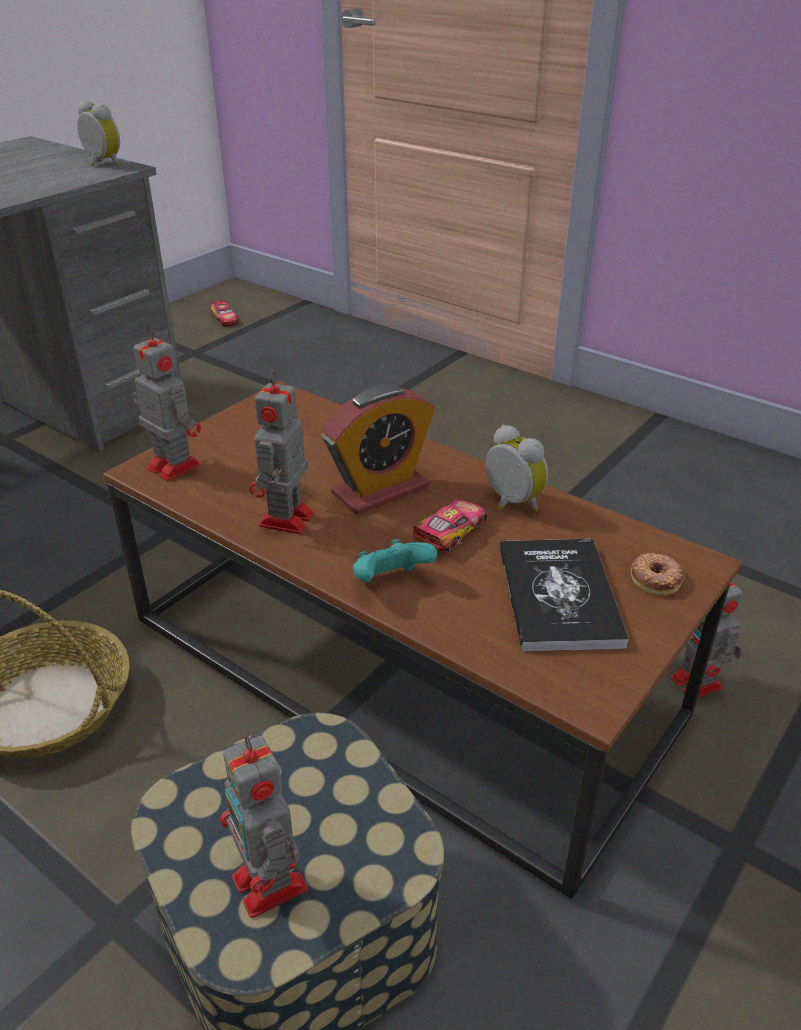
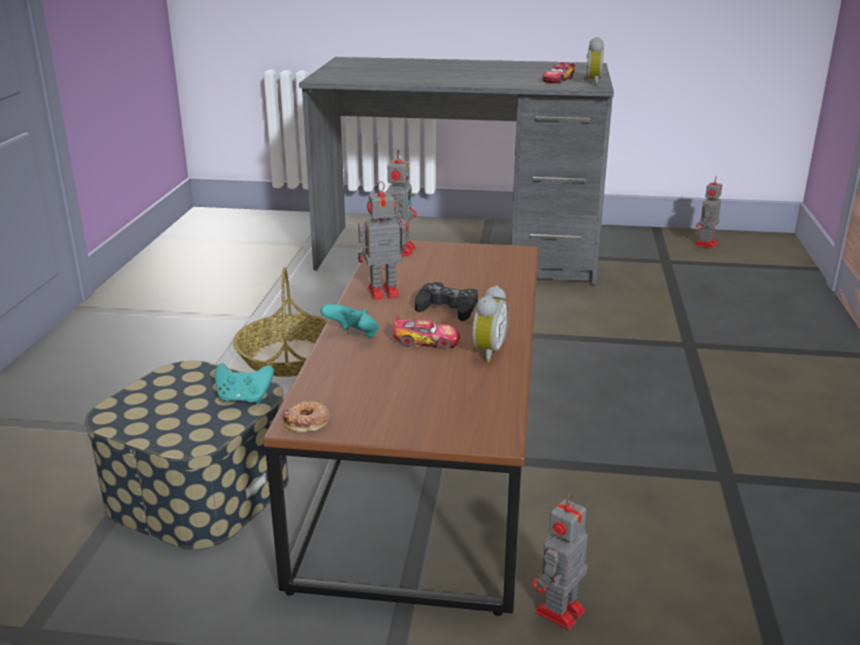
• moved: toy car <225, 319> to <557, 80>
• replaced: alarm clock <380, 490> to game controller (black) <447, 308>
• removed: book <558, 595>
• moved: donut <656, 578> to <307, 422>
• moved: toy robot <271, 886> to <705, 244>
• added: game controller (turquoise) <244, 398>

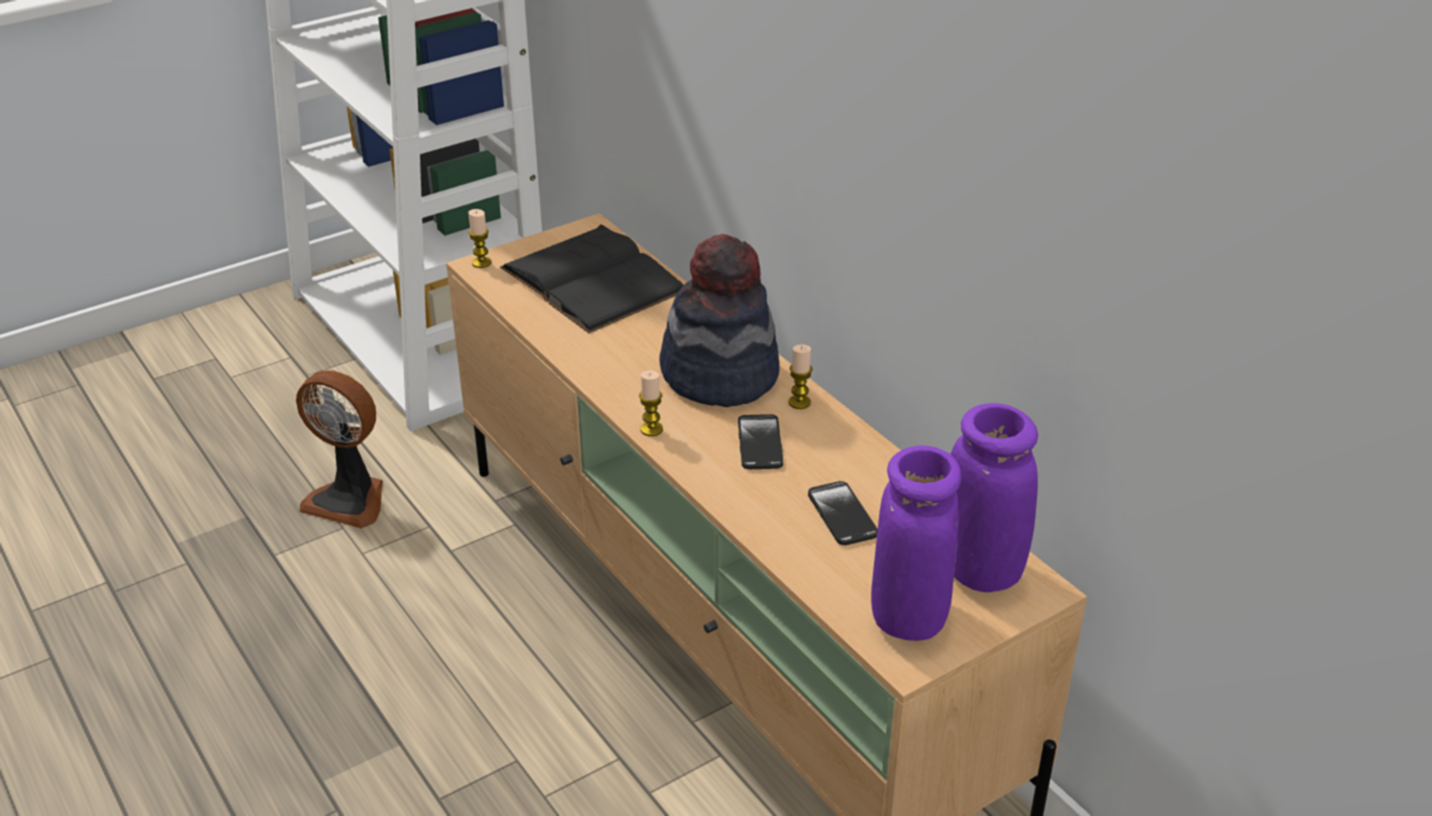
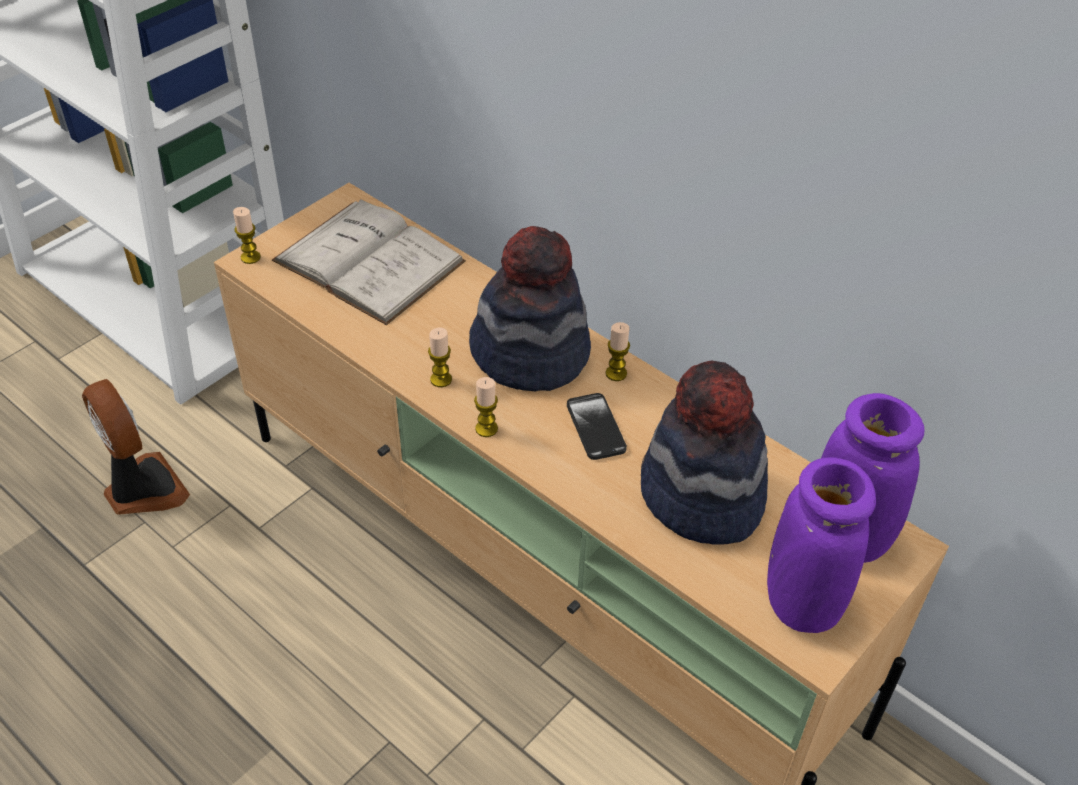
• recoloured: book (black) <592, 279> to book (white) <369, 261>
• turned: fan <350, 499> = <142, 489> 135 degrees counterclockwise
• replaced: phone <842, 515> to hat <700, 496>
• added: candle <441, 379>

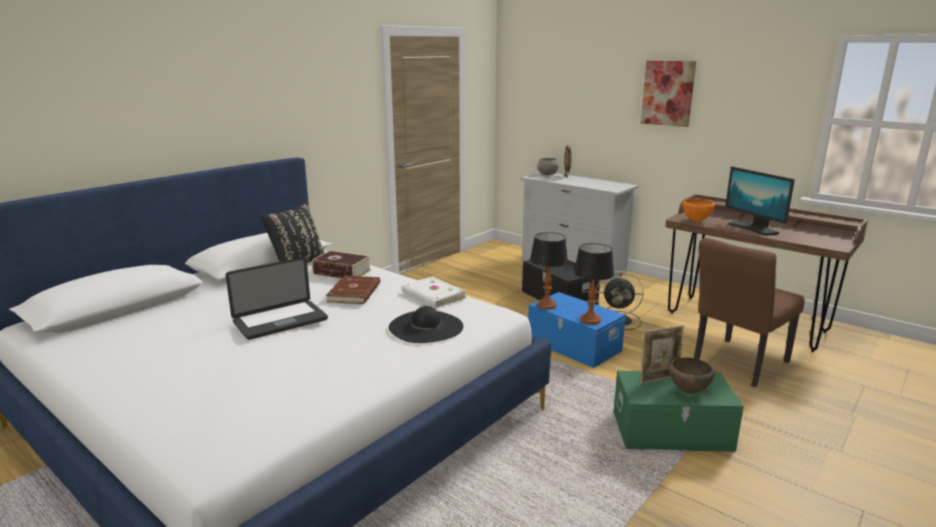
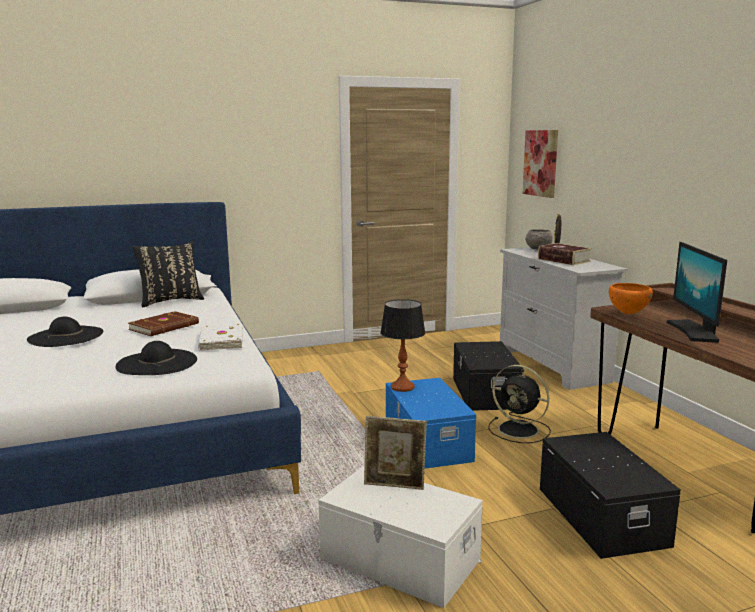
• moved: picture <668, 93> to <541, 163>
• replaced: chair (brown) <736, 364> to storage box (black) <602, 515>
• removed: table lamp <590, 320>
• moved: book <342, 272> to <564, 260>
• replaced: laptop <280, 321> to hat (black) <66, 336>
• removed: bowl (brown) <688, 391>
• recoloured: storage box (green) <672, 432> to storage box (white) <399, 560>

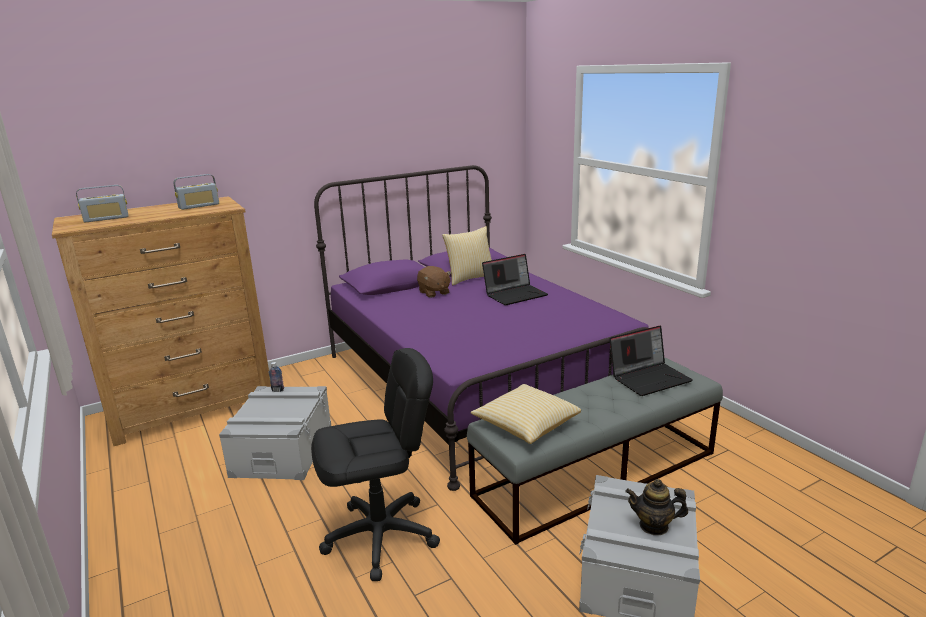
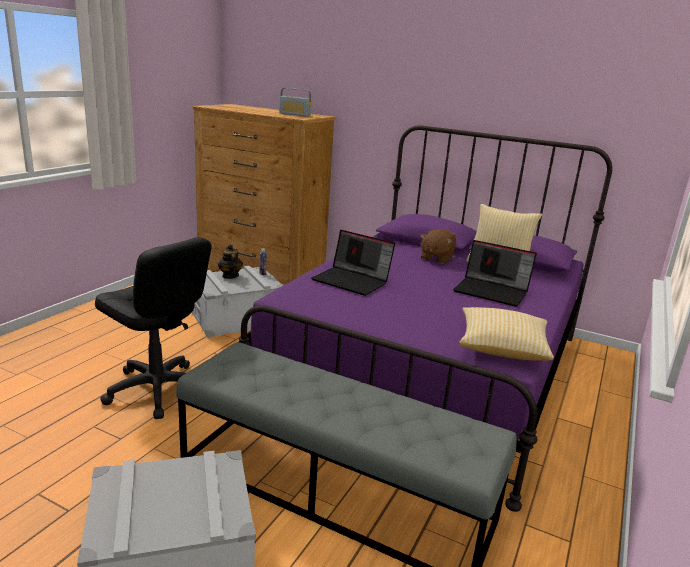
• removed: radio <106, 218>
• moved: laptop <649, 378> to <352, 281>
• moved: pillow <526, 425> to <502, 347>
• moved: teapot <654, 526> to <230, 276>

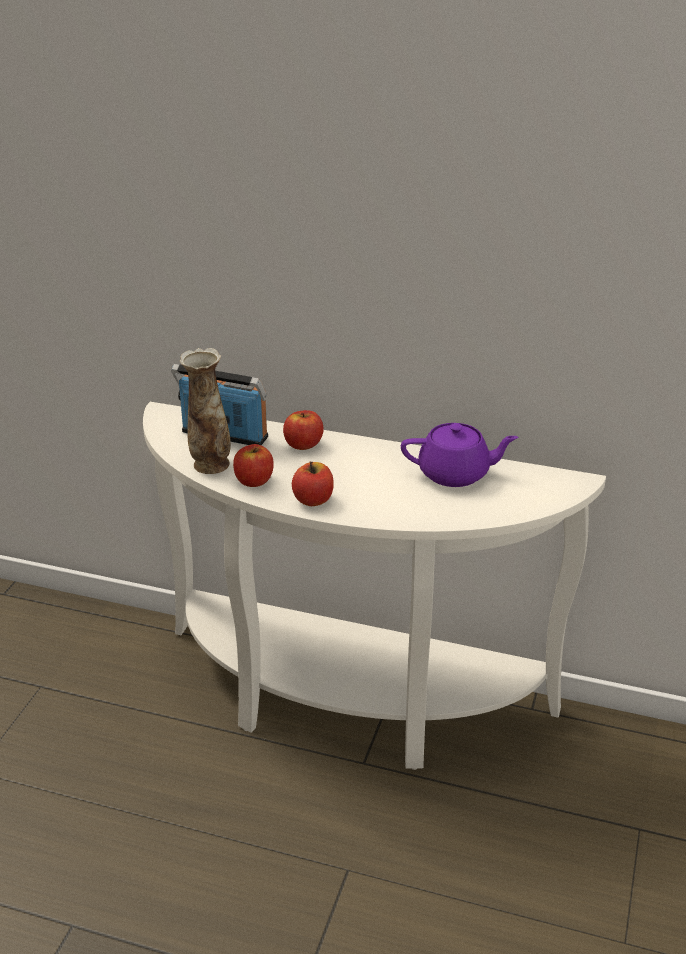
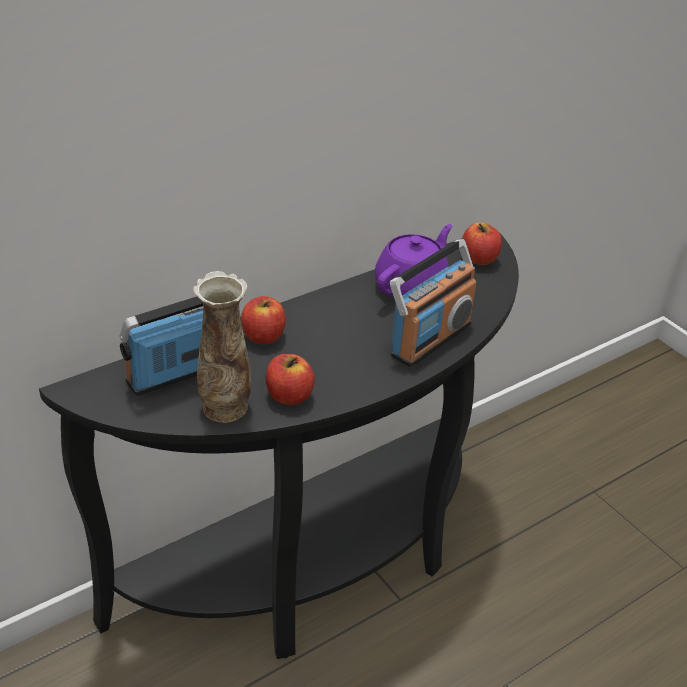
• recoloured: console table (white) <346, 702> to console table (black) <321, 566>
• moved: apple <313, 500> to <479, 259>
• added: radio <429, 339>

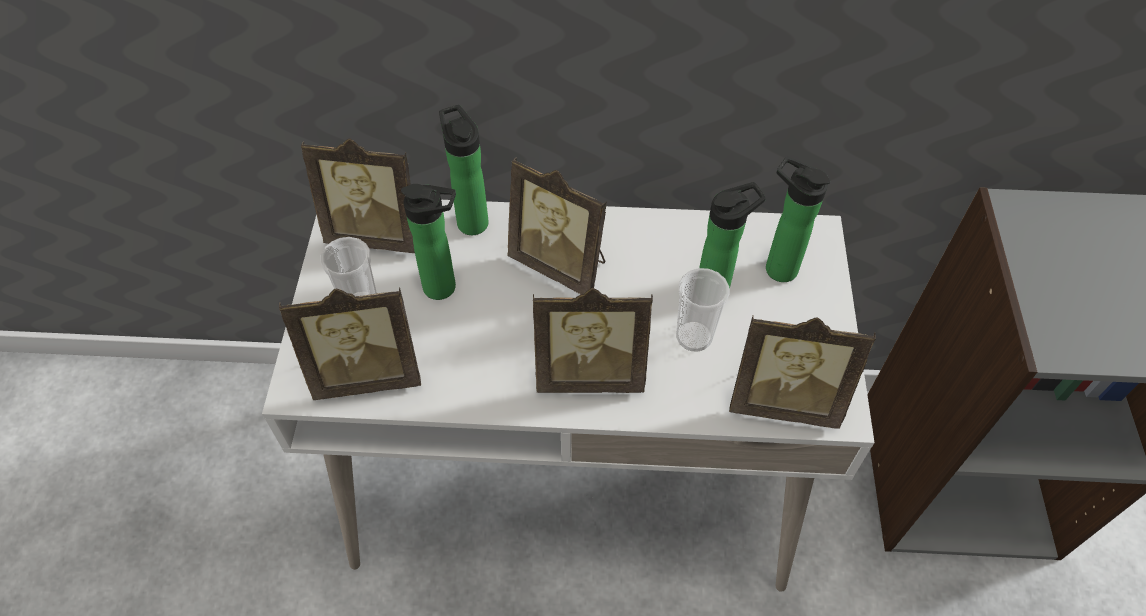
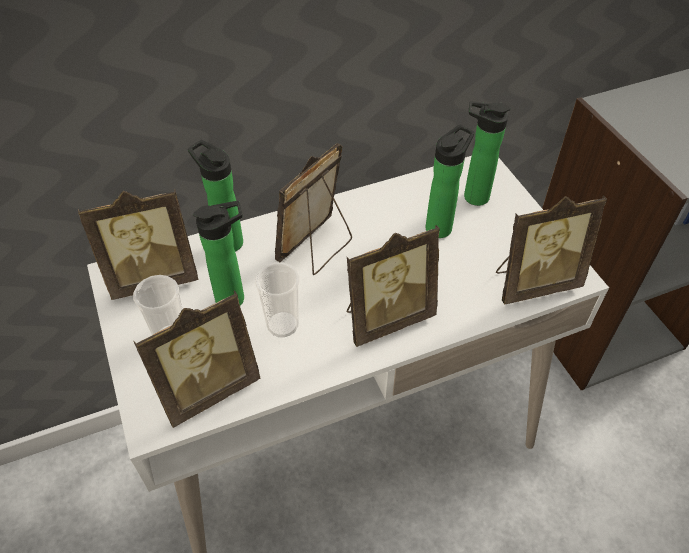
• turned: picture frame <561, 264> = <317, 248> 120 degrees clockwise
• moved: cup <694, 337> to <282, 325>

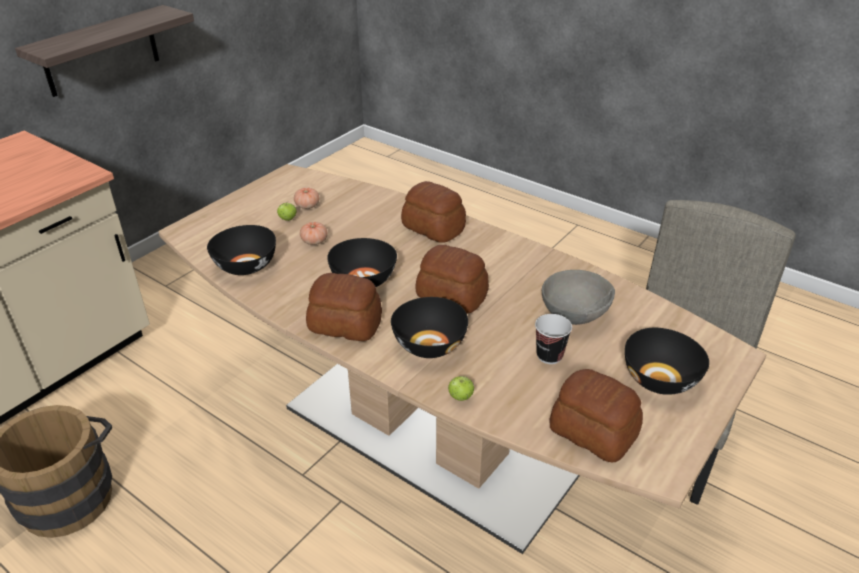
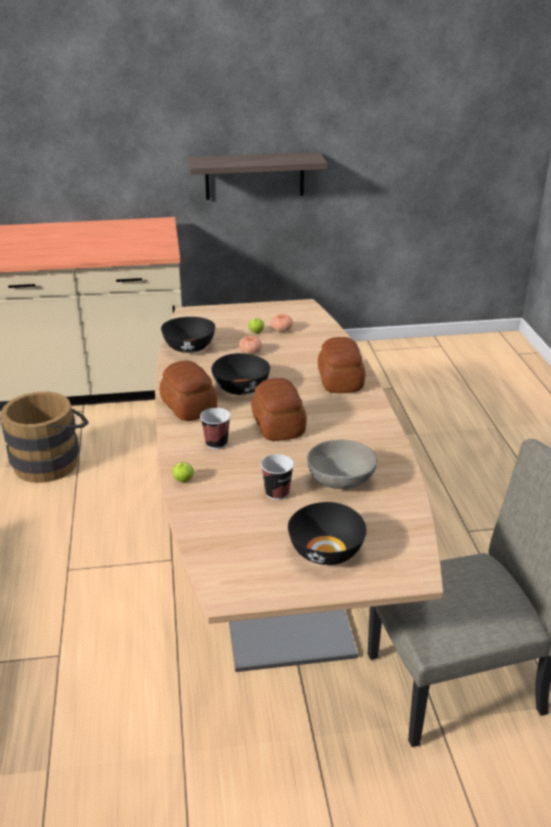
• replaced: bowl (black) <429, 344> to cup <216, 443>
• removed: bread <593, 433>

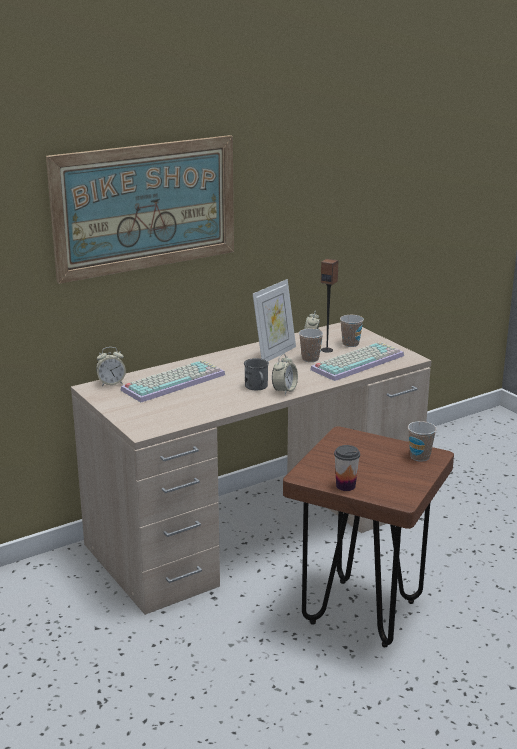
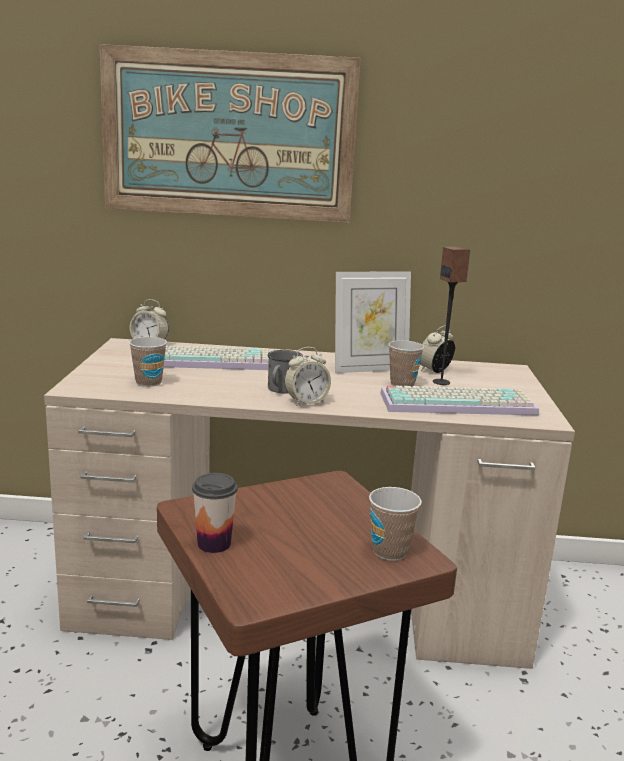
• moved: cup <350, 344> to <148, 382>

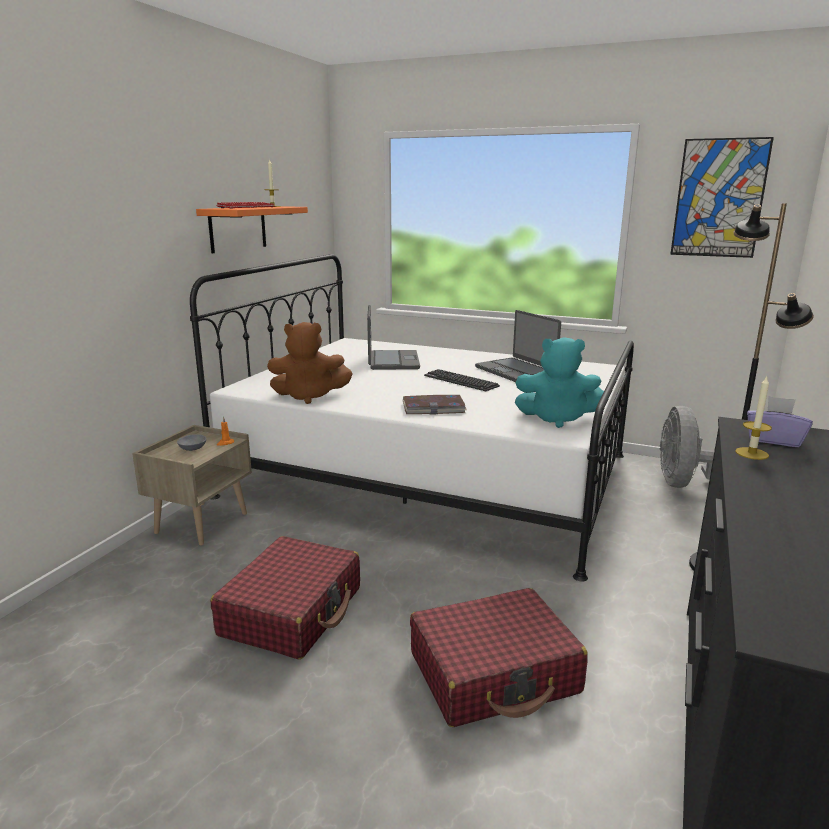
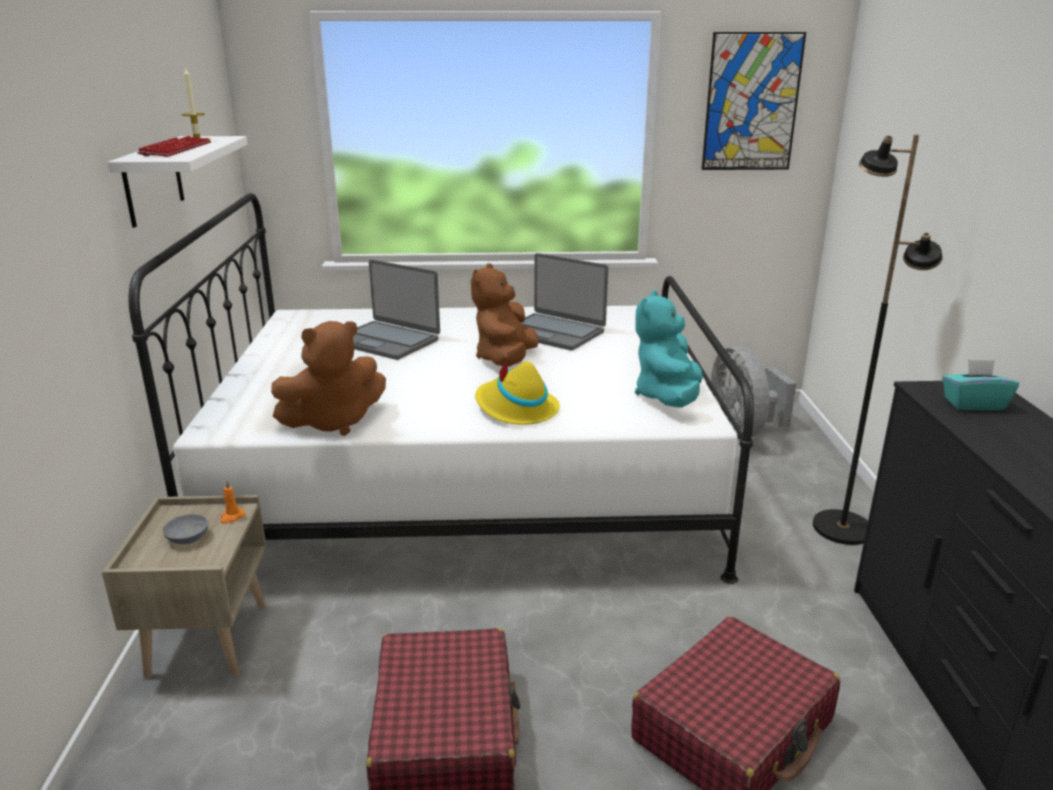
• recoloured: shelf (orange) <238, 228> to shelf (white) <153, 180>
• turned: laptop <392, 361> = <386, 341> 150 degrees clockwise
• turned: plush toy (turquoise) <557, 419> = <668, 397> 120 degrees clockwise
• replaced: keyboard <461, 381> to plush toy (brown) <505, 360>
• removed: candle <751, 453>
• replaced: book <434, 408> to hat (yellow) <515, 409>
• recoloured: tissue box (purple) <773, 440> to tissue box (turquoise) <973, 404>

